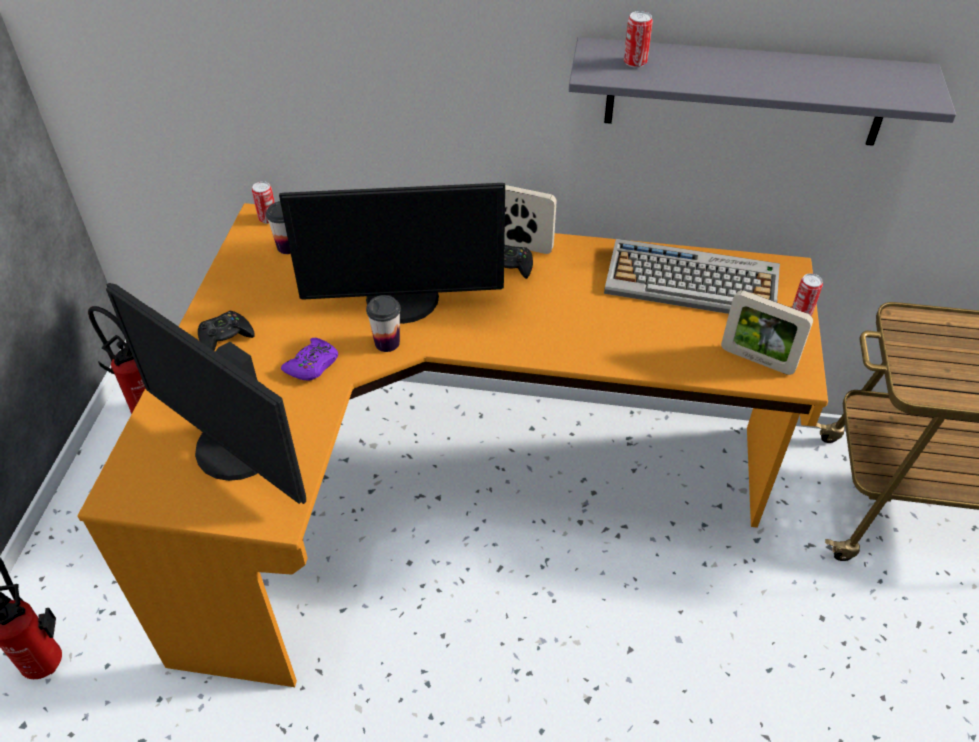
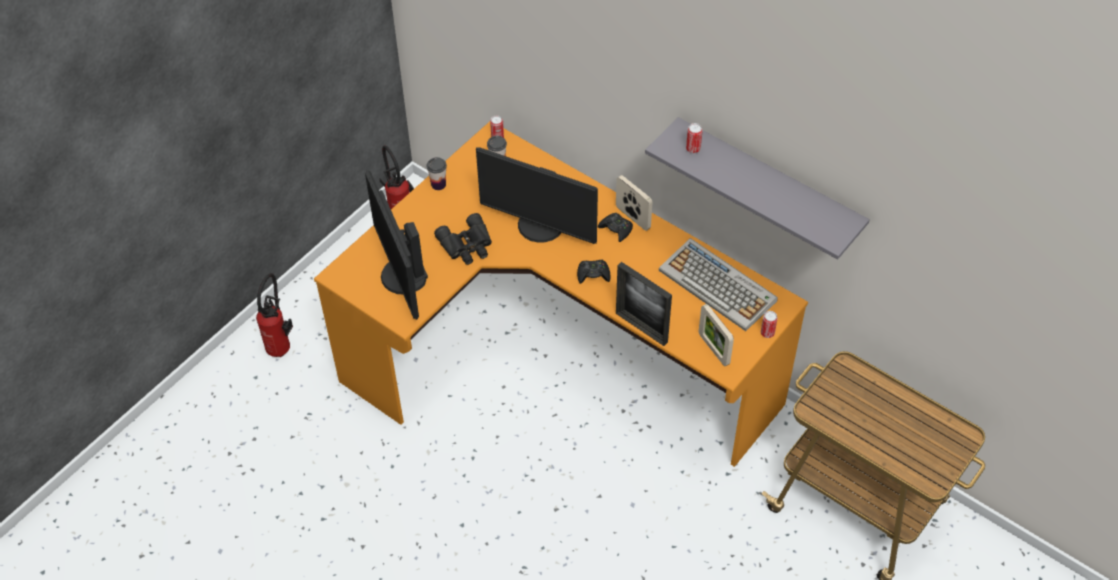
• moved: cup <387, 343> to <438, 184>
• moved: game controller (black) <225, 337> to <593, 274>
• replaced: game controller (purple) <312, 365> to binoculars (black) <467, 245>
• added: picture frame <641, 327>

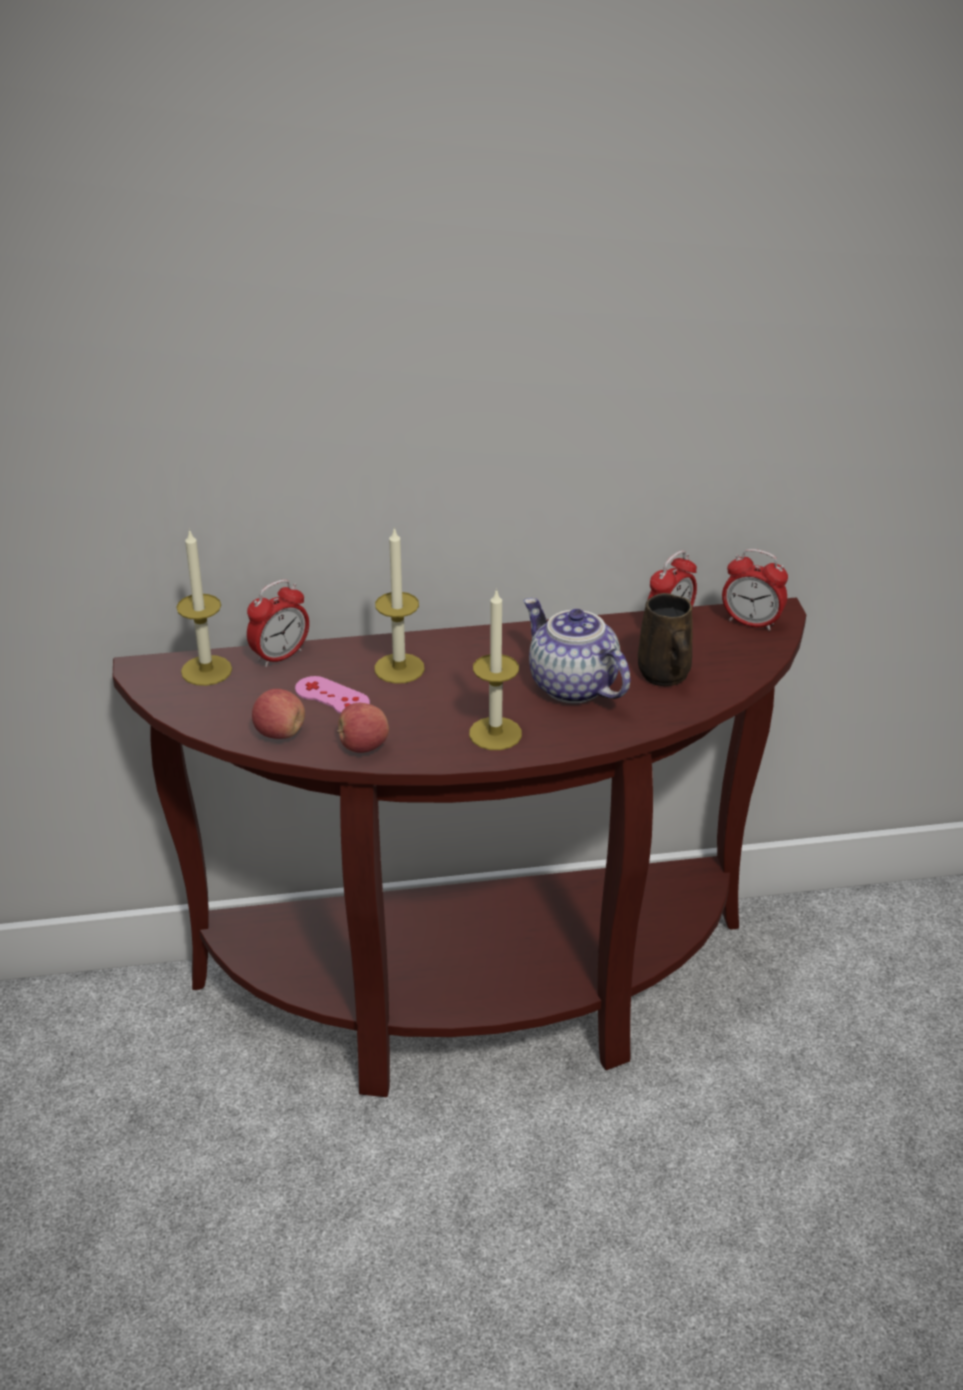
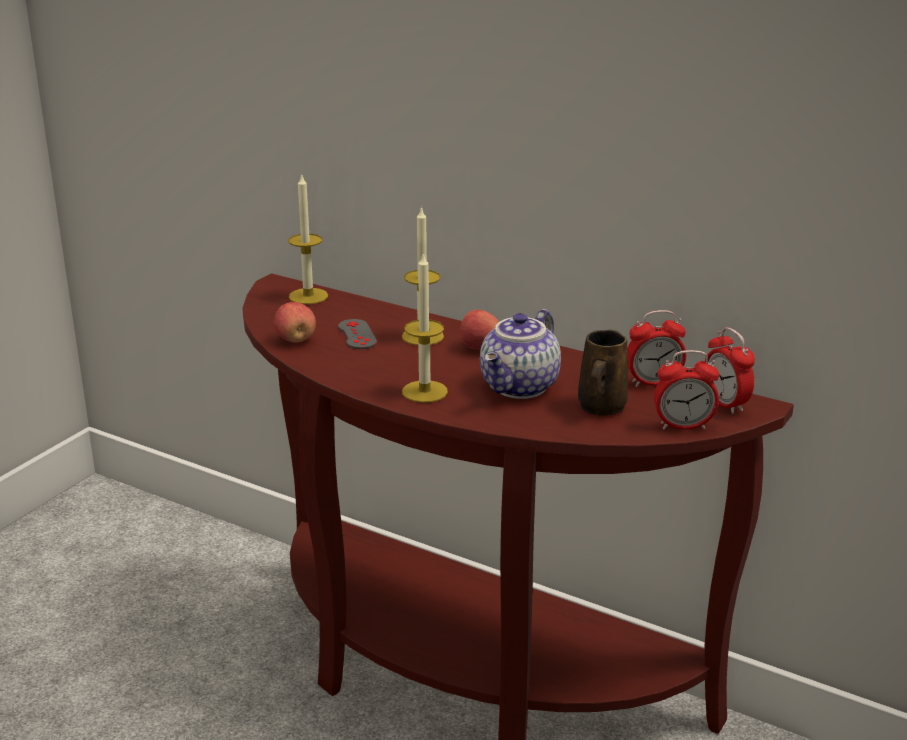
• moved: alarm clock <280, 656> to <683, 426>
• turned: teapot <571, 686> = <521, 387> 150 degrees counterclockwise
• recoloured: game controller (pink) <332, 696> to game controller (grey) <357, 334>
• moved: apple <363, 746> to <479, 347>

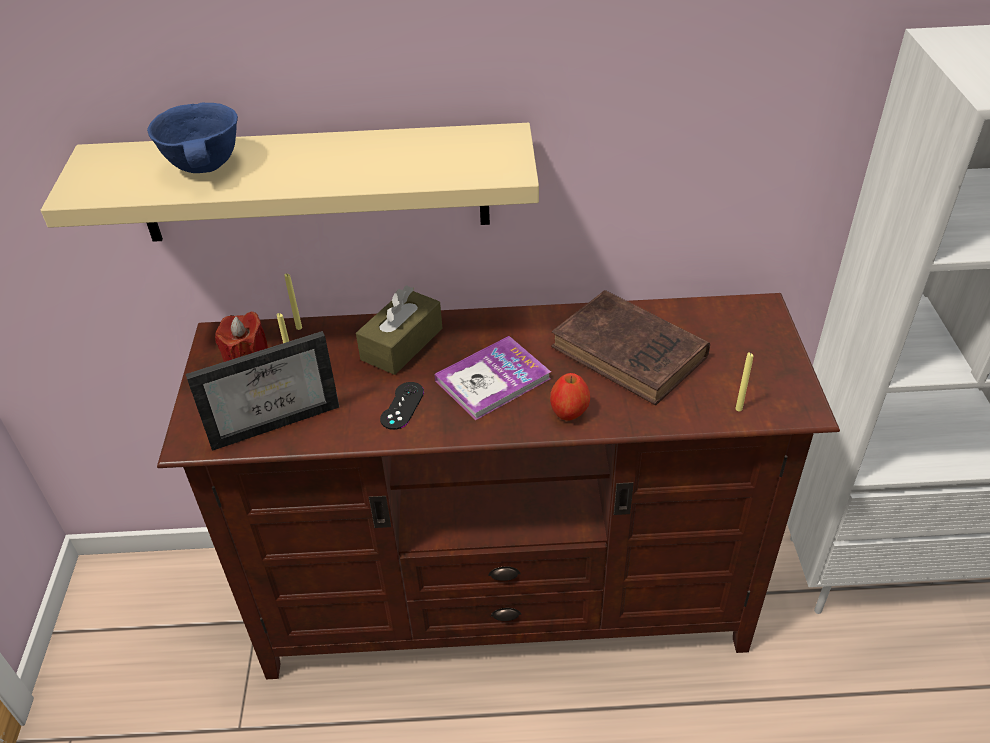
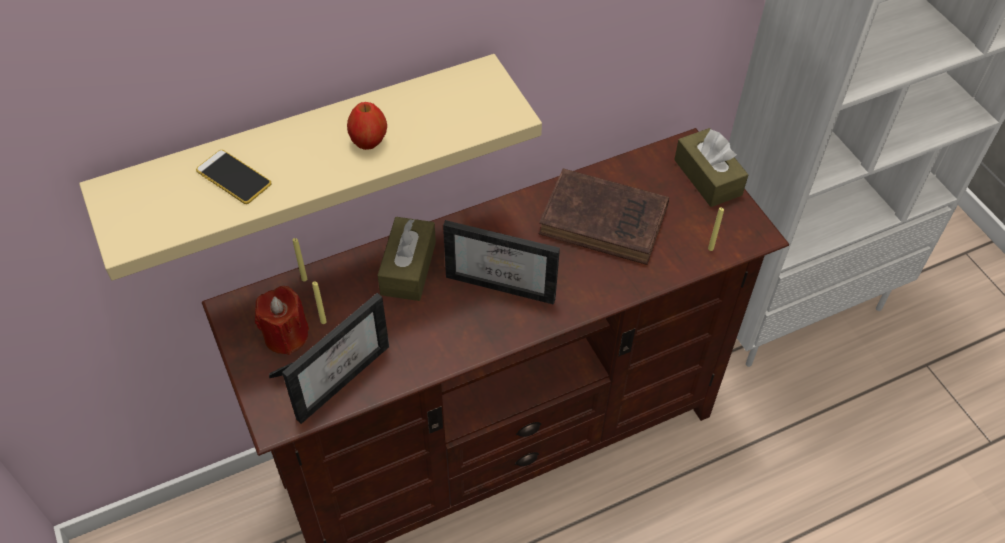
• replaced: bowl (blue) <206, 167> to phone <234, 177>
• replaced: book <493, 379> to picture frame <505, 280>
• moved: apple <569, 413> to <369, 142>
• removed: game controller (black) <402, 406>
• added: tissue box (brown) <707, 177>

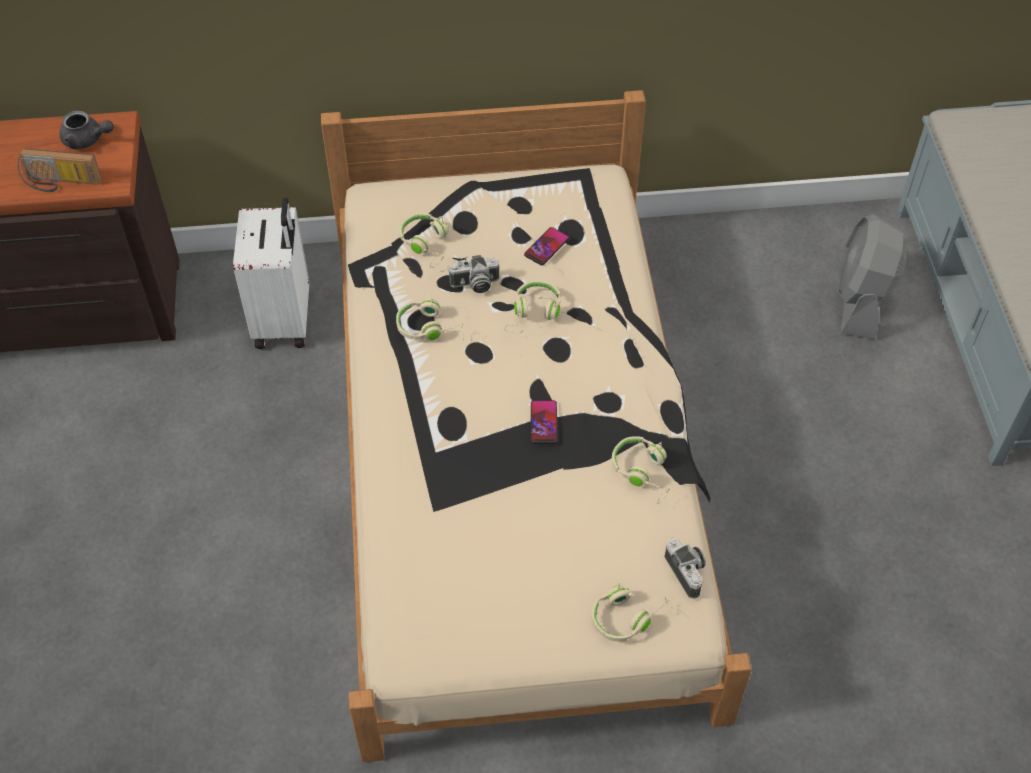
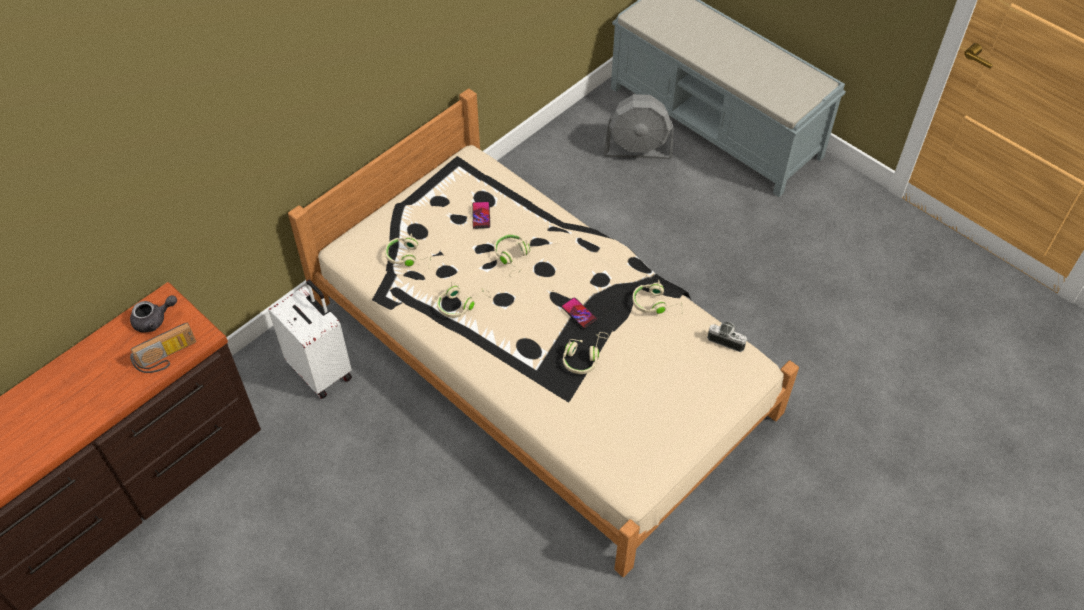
• turned: fan (grey) <860, 300> = <638, 149> 60 degrees counterclockwise
• removed: photo camera <474, 284>
• moved: headphones (beige) <629, 617> to <584, 356>

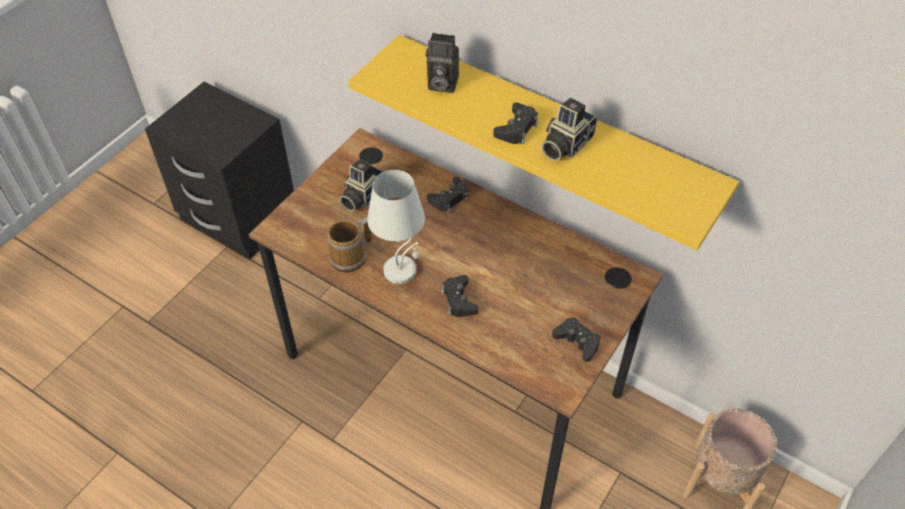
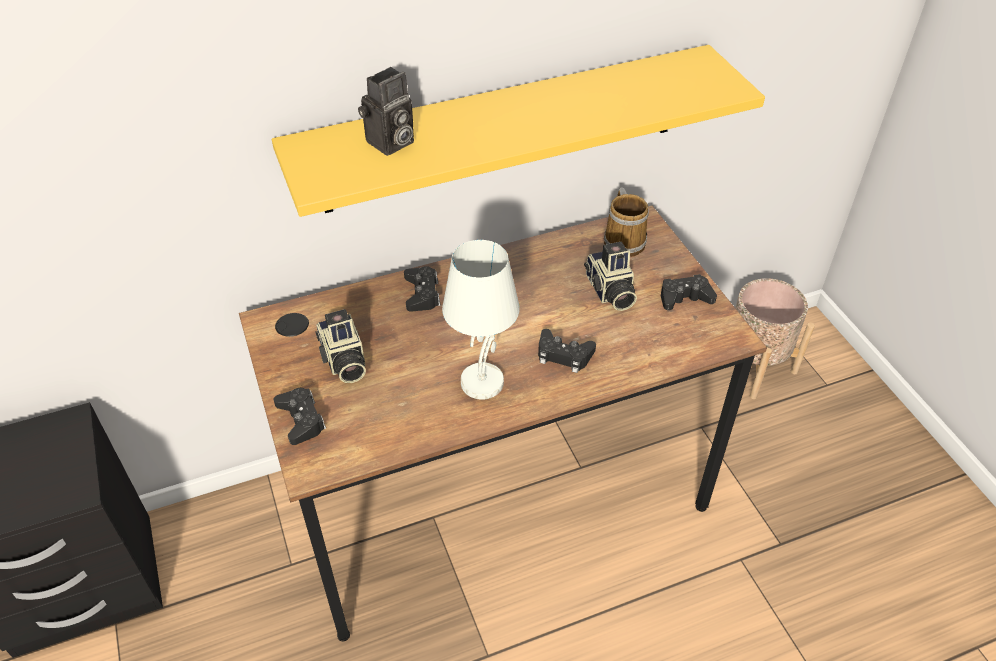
• moved: photo camera <564, 144> to <609, 292>
• moved: game controller (black) <516, 128> to <301, 419>
• moved: mug <351, 257> to <625, 240>

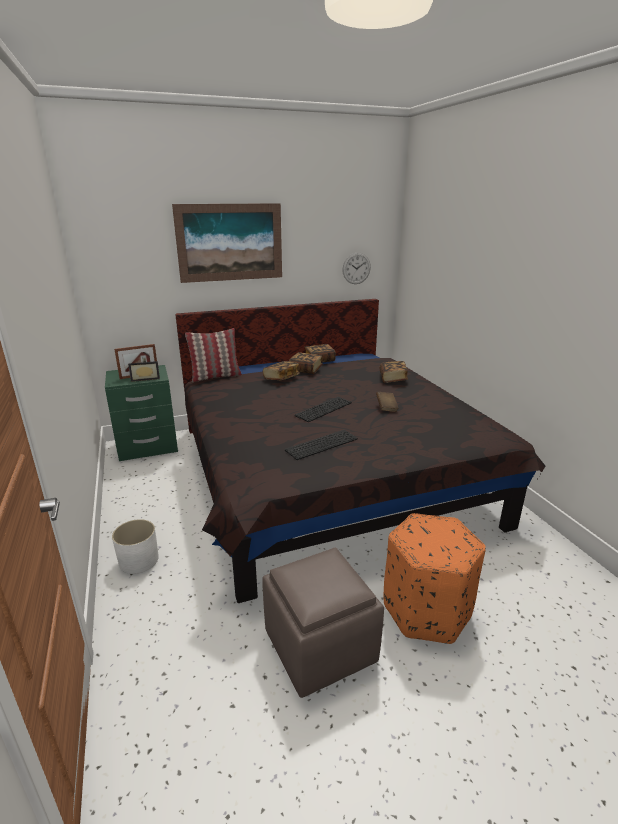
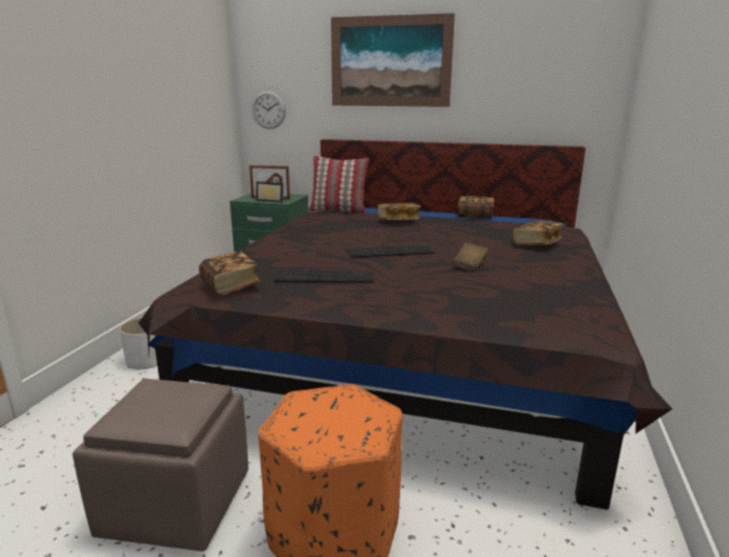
• moved: wall clock <356, 268> to <268, 110>
• moved: book <305, 370> to <230, 286>

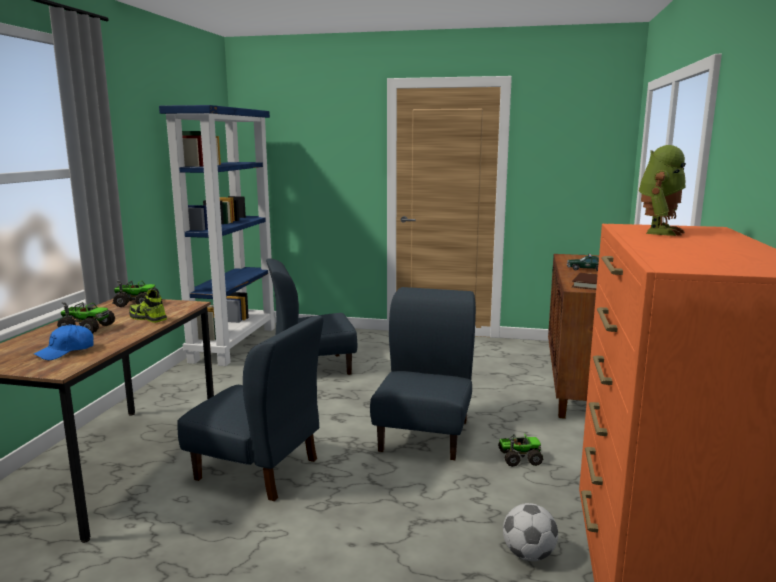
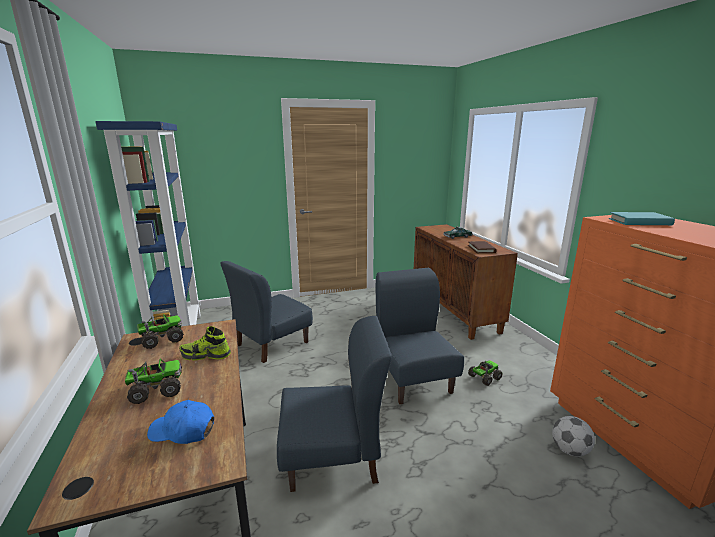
• replaced: toy robot <658, 232> to book (turquoise) <639, 222>
• turned: cap (blue) <66, 351> = <183, 431> 90 degrees clockwise

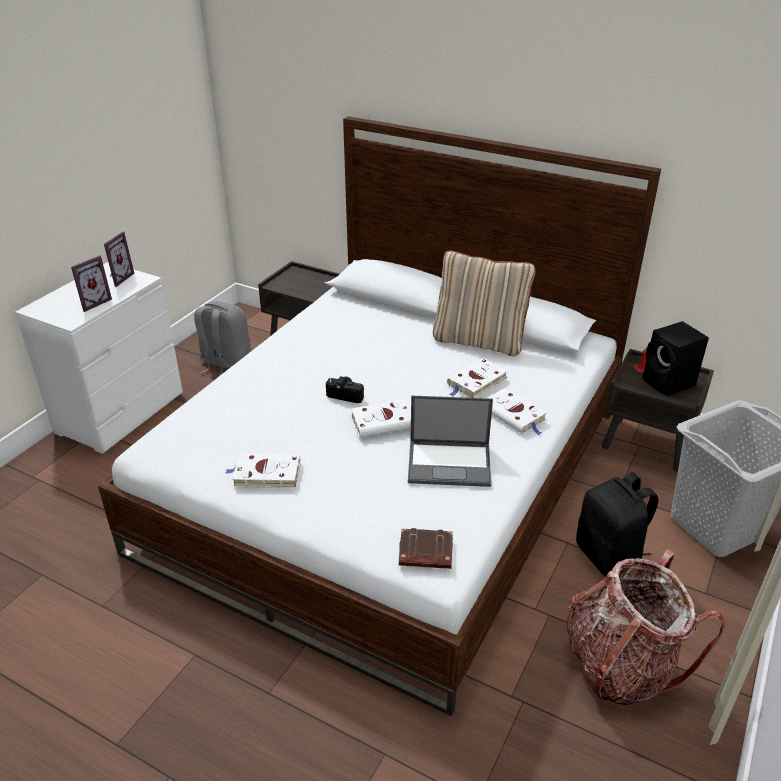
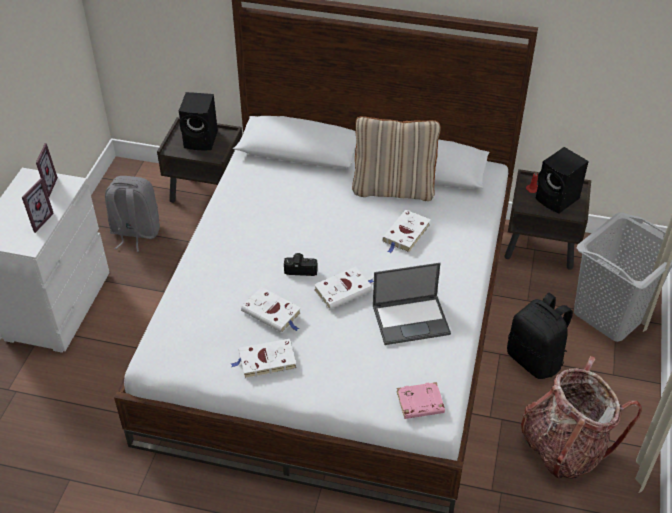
• moved: book (white) <514, 415> to <273, 313>
• recoloured: book (brown) <425, 553> to book (pink) <420, 404>
• added: speaker (black) <202, 140>

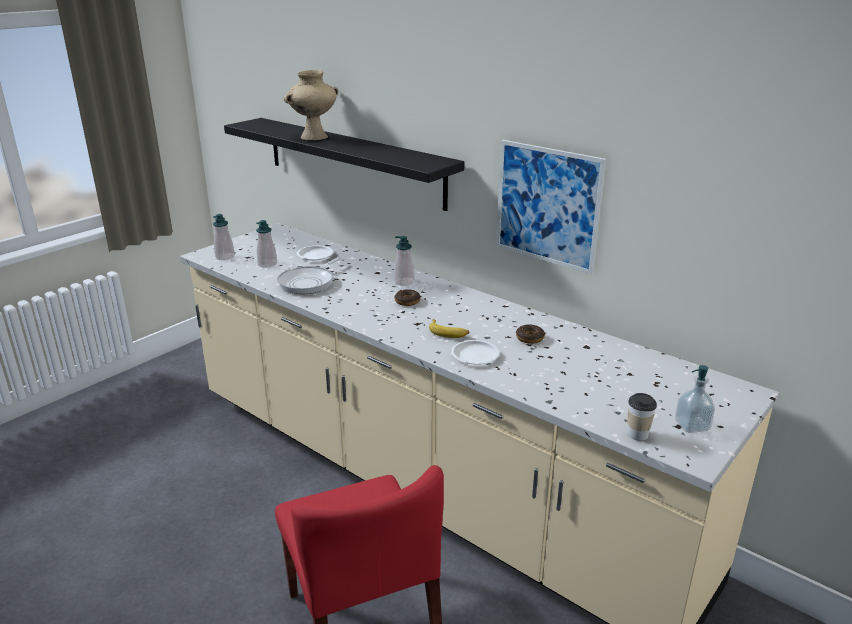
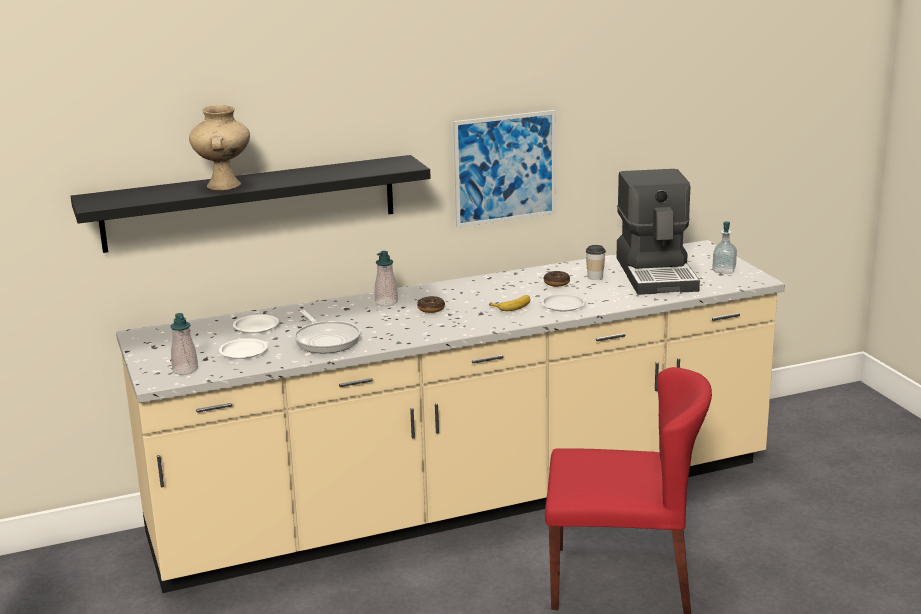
• replaced: soap dispenser <267, 264> to plate (white) <243, 352>
• moved: cup <637, 434> to <595, 277>
• added: coffee machine <657, 274>

